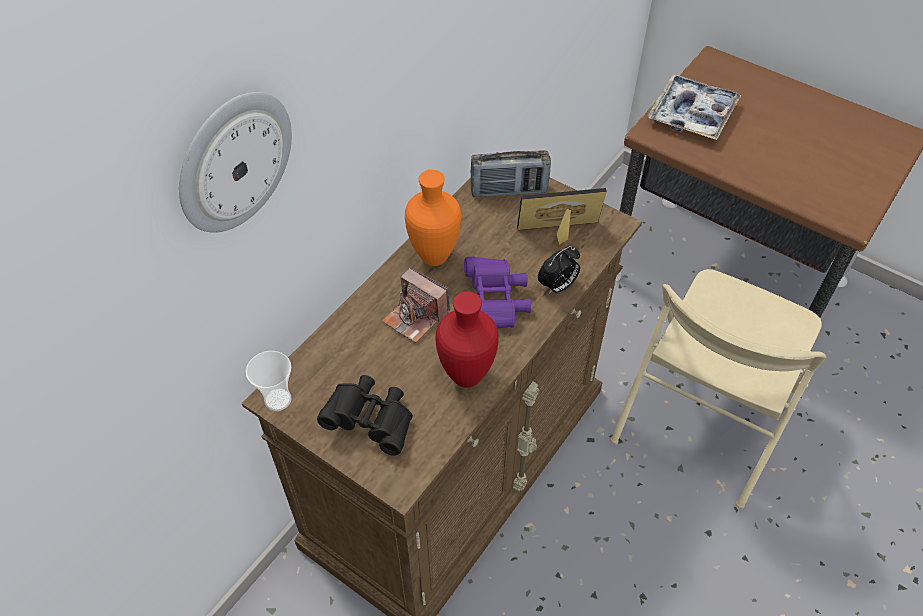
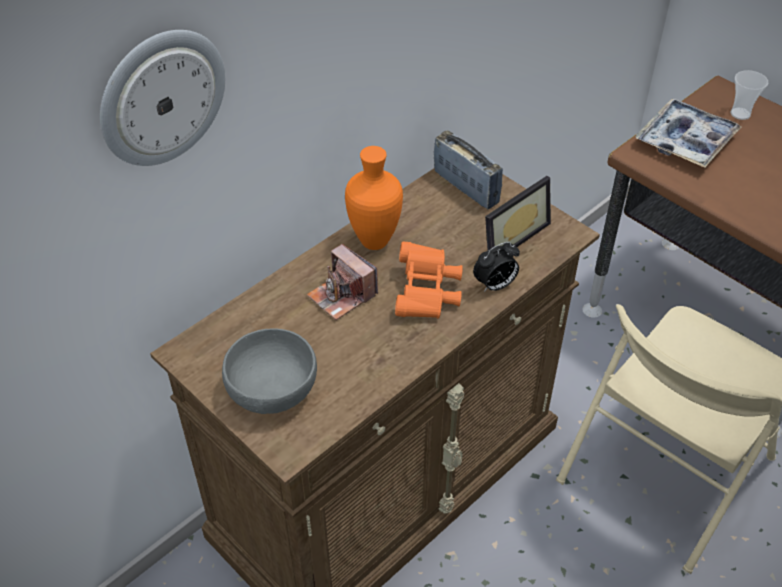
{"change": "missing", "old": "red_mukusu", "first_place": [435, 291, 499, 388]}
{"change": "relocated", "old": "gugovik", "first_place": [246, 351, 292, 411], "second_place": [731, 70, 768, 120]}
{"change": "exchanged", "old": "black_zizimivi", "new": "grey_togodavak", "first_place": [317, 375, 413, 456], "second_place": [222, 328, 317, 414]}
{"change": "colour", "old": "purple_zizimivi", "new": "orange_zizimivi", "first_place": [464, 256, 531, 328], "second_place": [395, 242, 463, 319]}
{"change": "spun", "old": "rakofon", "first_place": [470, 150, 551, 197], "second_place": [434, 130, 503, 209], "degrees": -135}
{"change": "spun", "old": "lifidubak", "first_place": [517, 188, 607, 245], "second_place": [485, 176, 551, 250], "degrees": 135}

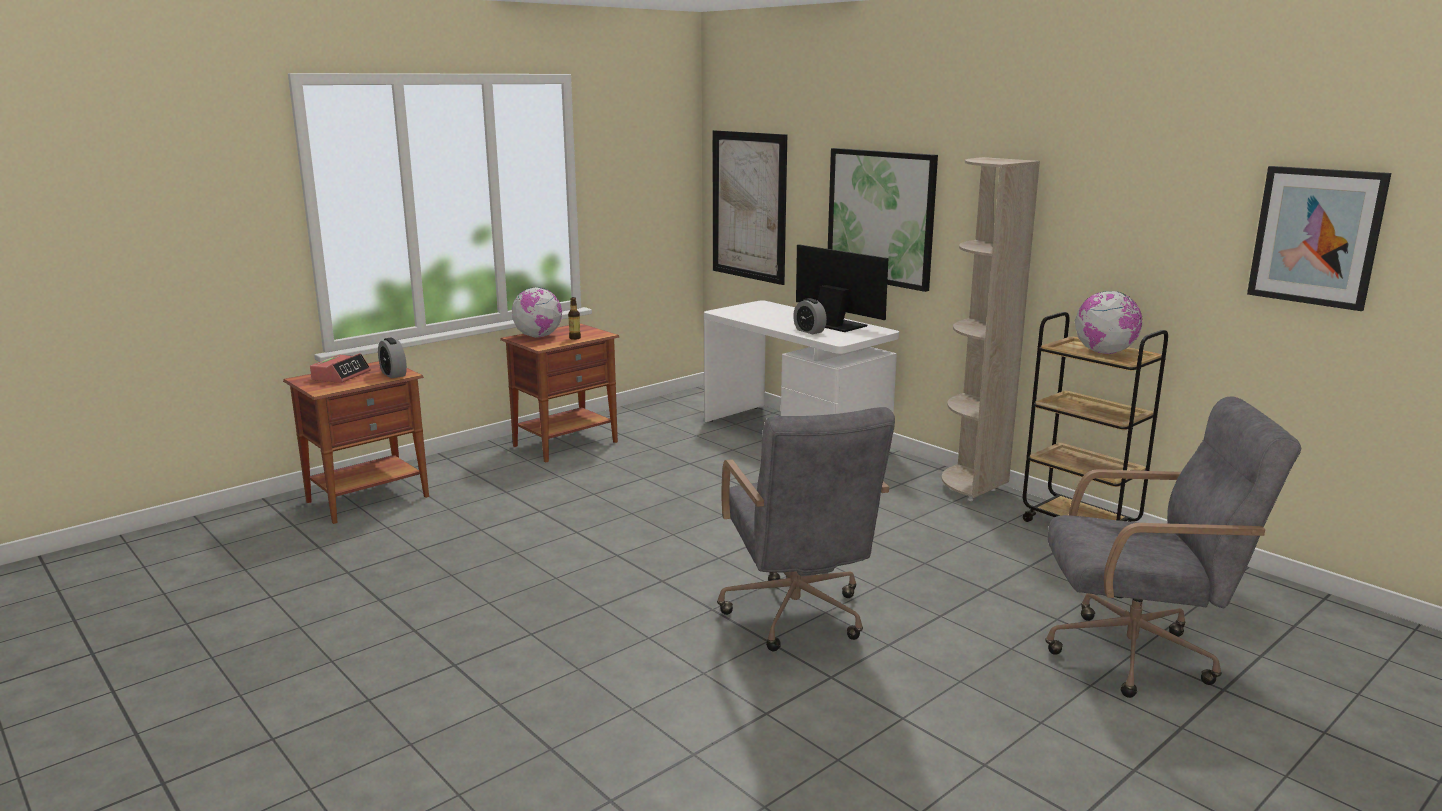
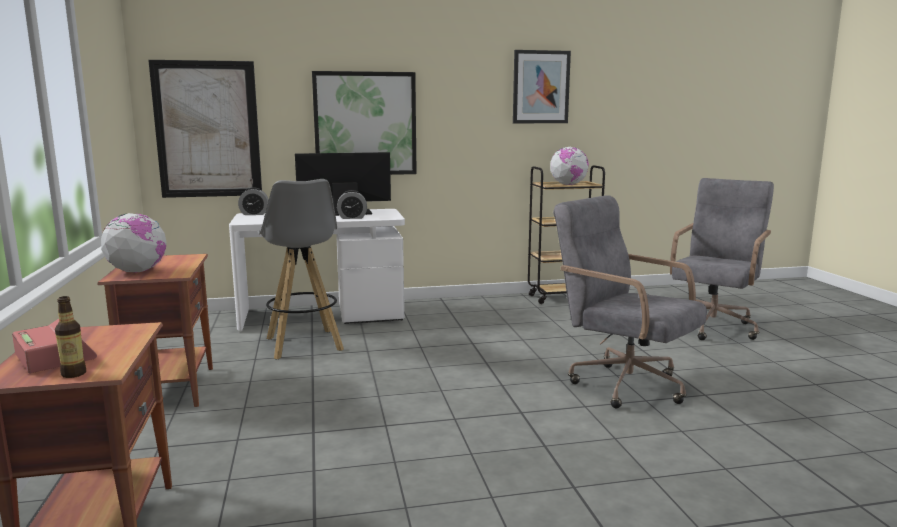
{"change": "missing", "old": "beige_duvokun", "first_place": [942, 157, 1040, 501]}
{"change": "appeared", "new": "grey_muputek", "second_place": [257, 179, 344, 359]}
{"change": "relocated", "old": "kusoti", "first_place": [378, 338, 407, 379], "second_place": [238, 187, 269, 215]}
{"change": "relocated", "old": "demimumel", "first_place": [568, 297, 581, 340], "second_place": [55, 296, 86, 378]}
{"change": "relocated", "old": "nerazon", "first_place": [1247, 166, 1391, 311], "second_place": [513, 50, 571, 123]}
{"change": "spun", "old": "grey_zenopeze", "first_place": [717, 407, 895, 651], "second_place": [553, 195, 707, 408], "degrees": -150}

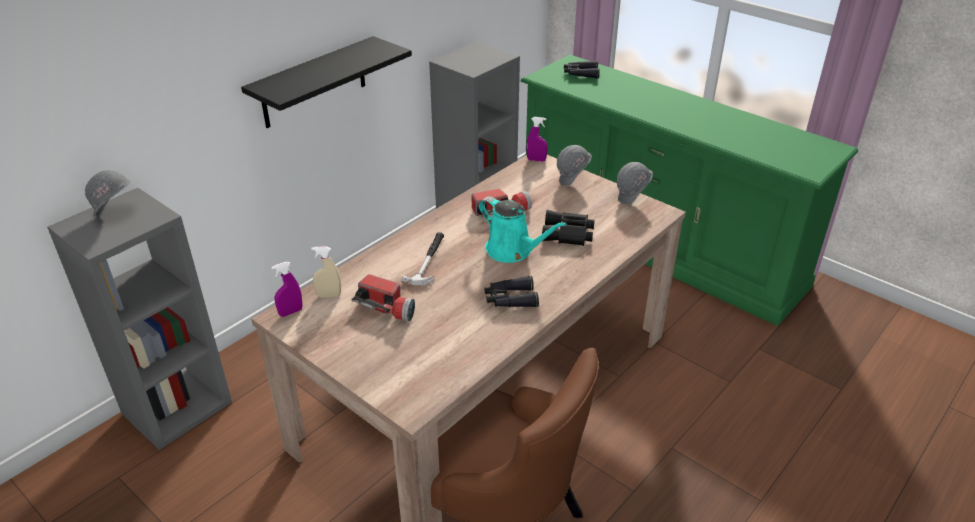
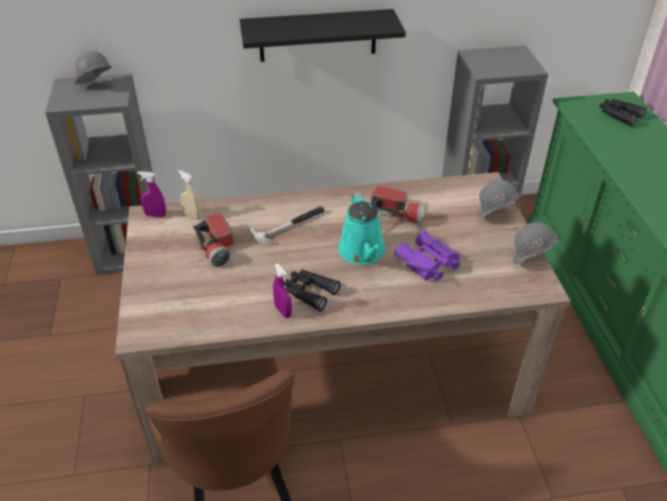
{"change": "relocated", "old": "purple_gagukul", "first_place": [527, 117, 548, 162], "second_place": [273, 264, 292, 318]}
{"change": "colour", "old": "black_zizimivi", "new": "purple_zizimivi", "first_place": [542, 210, 595, 246], "second_place": [395, 231, 460, 281]}

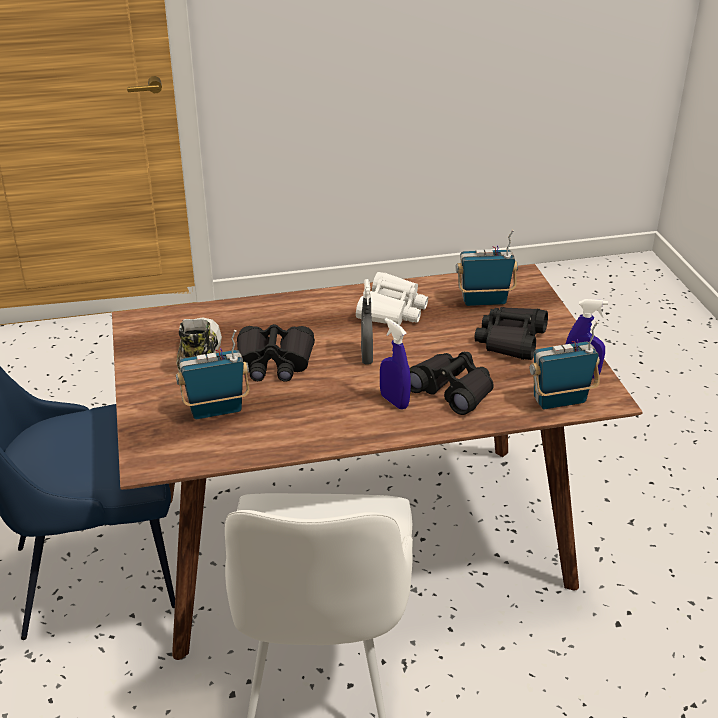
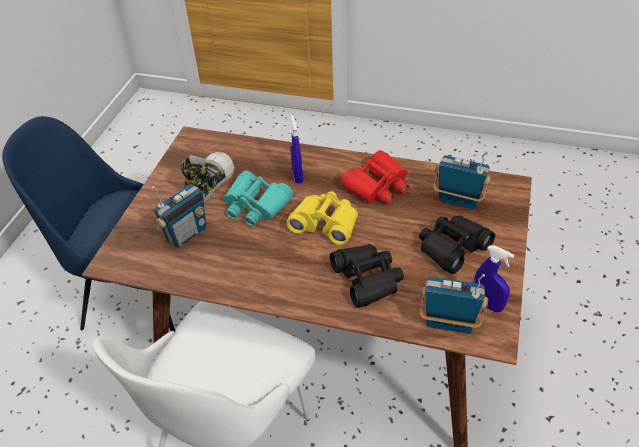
{"change": "relocated", "old": "blue_gagukul", "first_place": [380, 318, 411, 410], "second_place": [290, 115, 303, 184]}
{"change": "exchanged", "old": "grey_gagukul", "new": "yellow_zizimivi", "first_place": [361, 279, 373, 365], "second_place": [286, 191, 358, 245]}
{"change": "colour", "old": "black_zizimivi", "new": "turquoise_zizimivi", "first_place": [237, 324, 315, 382], "second_place": [224, 171, 293, 226]}
{"change": "colour", "old": "white_zizimivi", "new": "red_zizimivi", "first_place": [356, 272, 428, 325], "second_place": [341, 150, 409, 205]}
{"change": "spun", "old": "rakofon", "first_place": [176, 330, 249, 419], "second_place": [152, 184, 206, 248], "degrees": 120}

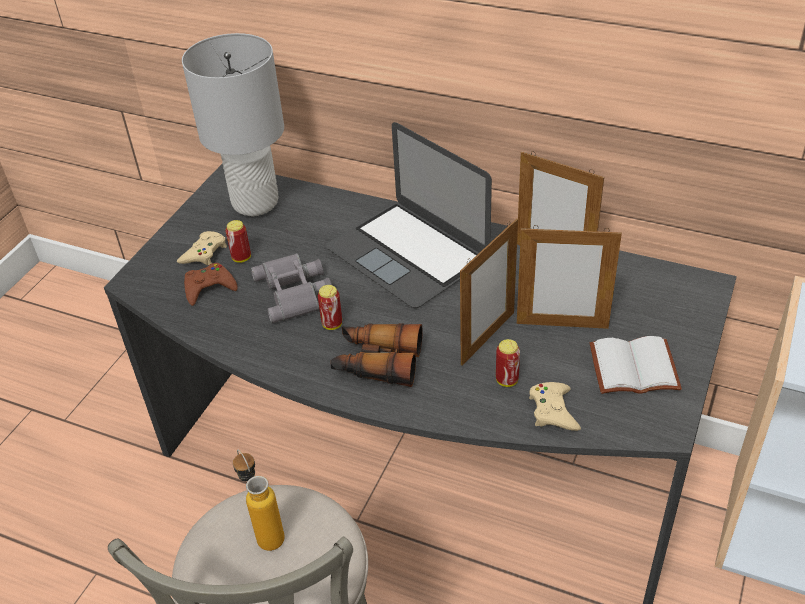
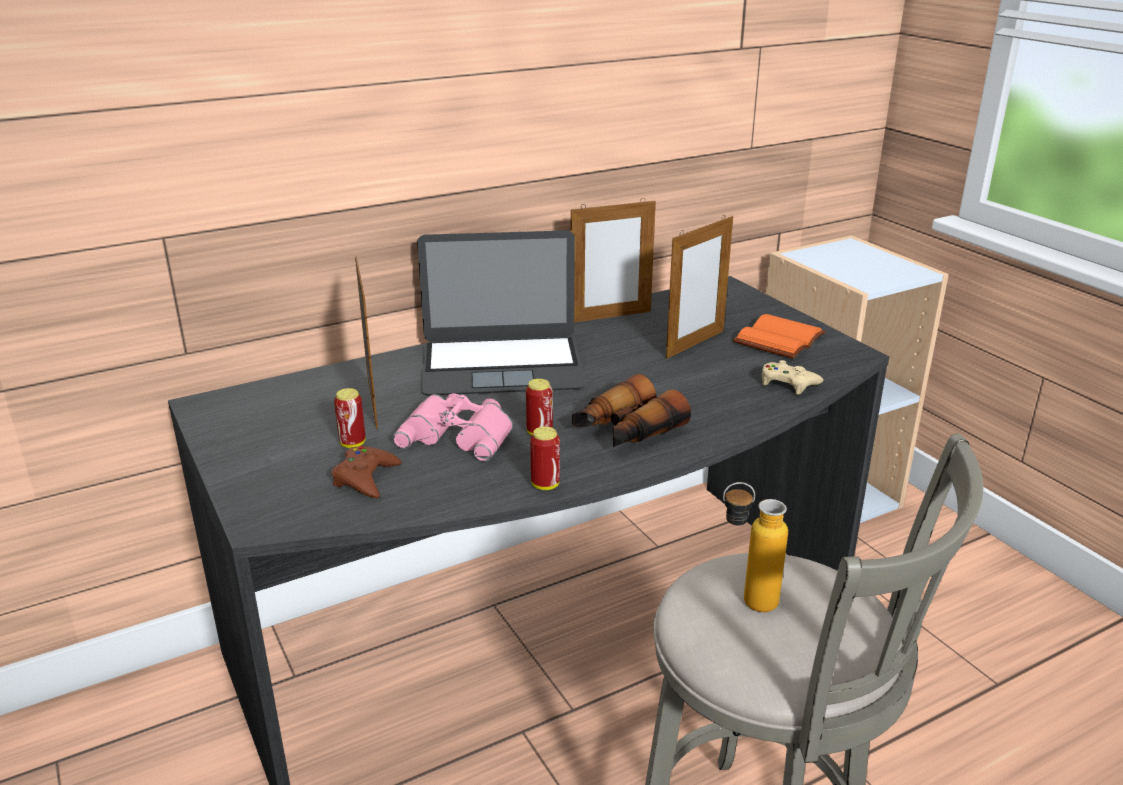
{"change": "missing", "old": "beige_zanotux", "first_place": [177, 231, 227, 265]}
{"change": "missing", "old": "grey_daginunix", "first_place": [182, 33, 284, 217]}
{"change": "relocated", "old": "lifidubak", "first_place": [460, 219, 518, 366], "second_place": [355, 257, 378, 429]}
{"change": "relocated", "old": "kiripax", "first_place": [496, 339, 520, 387], "second_place": [530, 426, 560, 490]}
{"change": "colour", "old": "grey_zizimivi", "new": "pink_zizimivi", "first_place": [251, 254, 332, 323], "second_place": [393, 393, 513, 462]}
{"change": "colour", "old": "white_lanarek", "new": "orange_lanarek", "first_place": [590, 336, 682, 394], "second_place": [733, 314, 826, 359]}

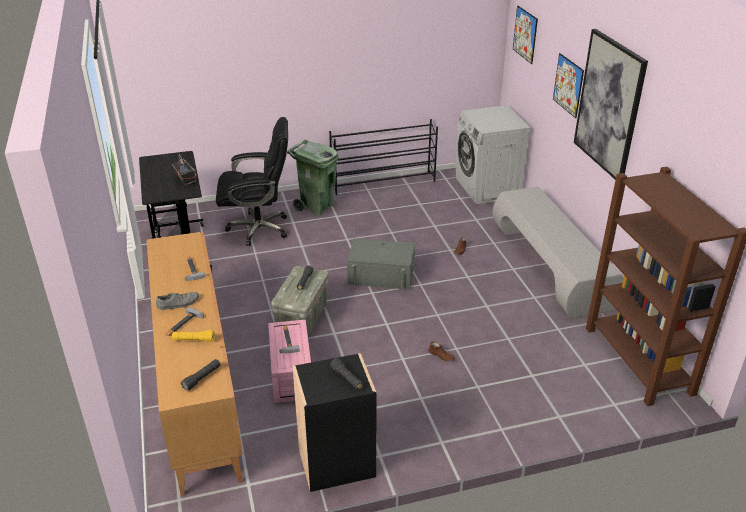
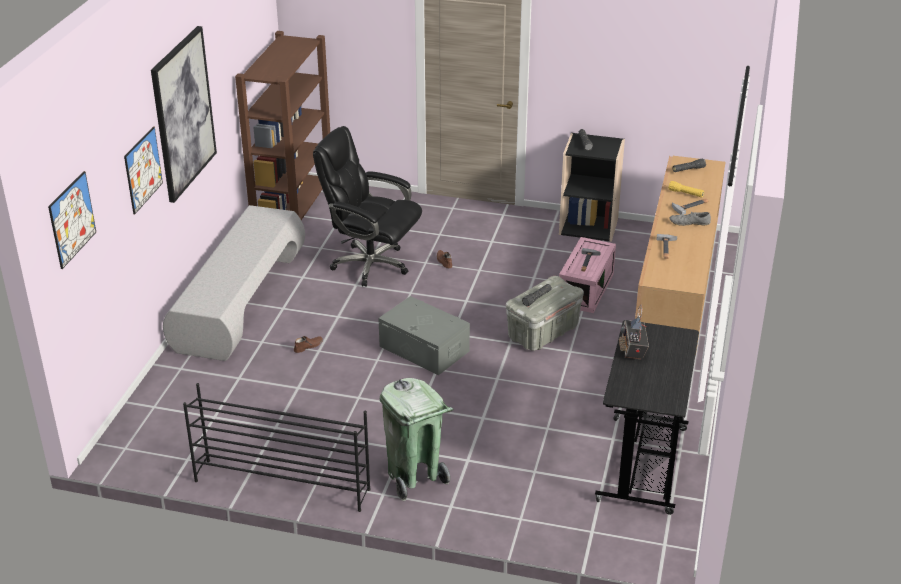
{"change": "missing", "old": "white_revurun", "first_place": [456, 105, 531, 204]}
{"change": "relocated", "old": "black_zenopeze", "first_place": [216, 117, 288, 246], "second_place": [313, 126, 422, 287]}

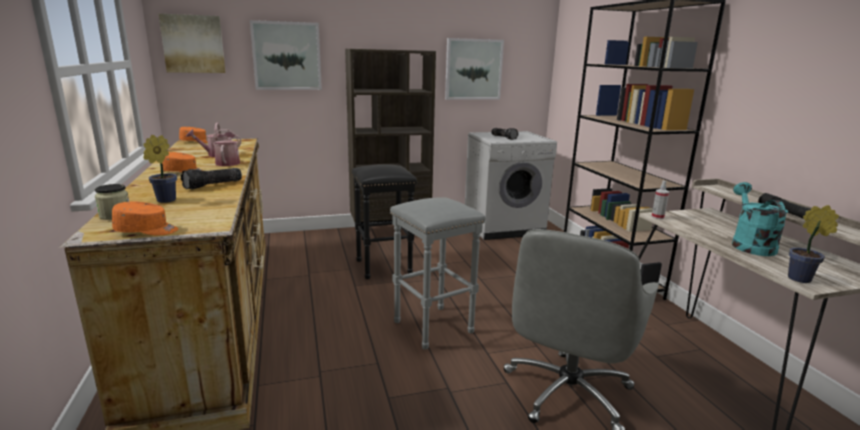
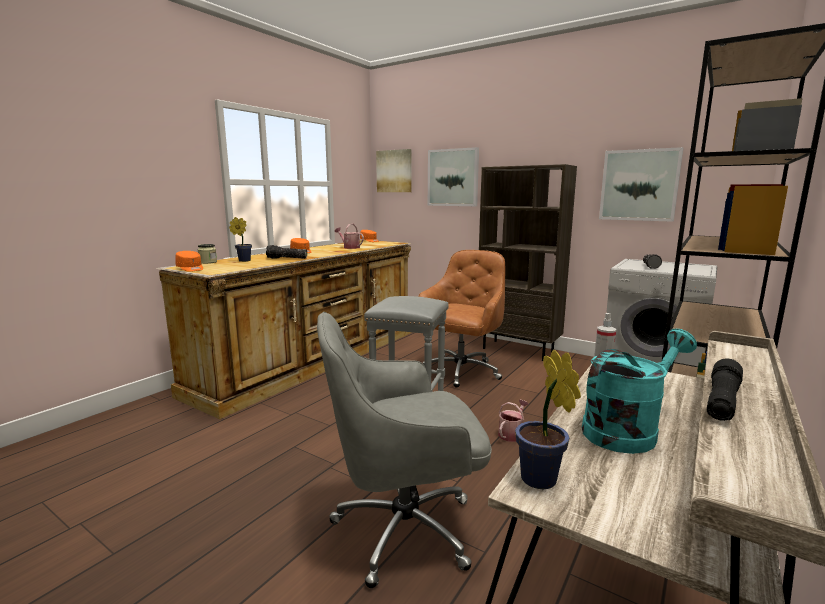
{"change": "relocated", "old": "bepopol", "first_place": [212, 129, 240, 166], "second_place": [498, 400, 529, 442]}
{"change": "exchanged", "old": "black_muputek", "new": "brown_zenopeze", "first_place": [352, 164, 417, 279], "second_place": [418, 250, 505, 388]}

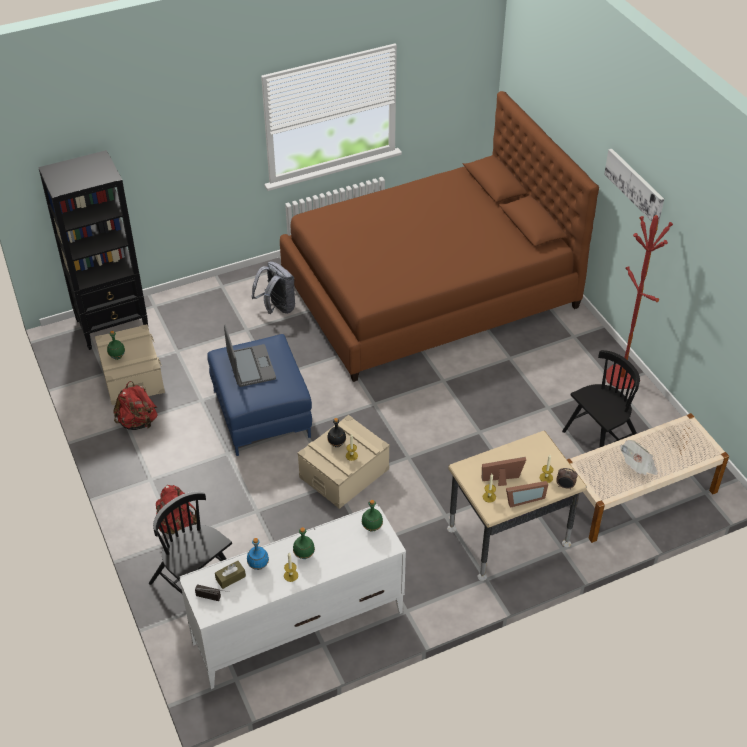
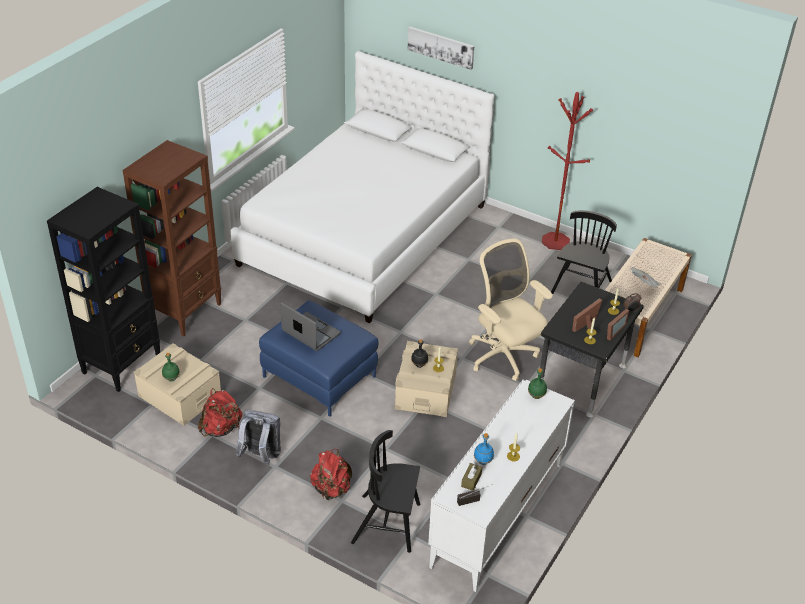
{"change": "missing", "old": "green_demimumel", "first_place": [293, 527, 315, 559]}
{"change": "appeared", "new": "brown_duvokun", "second_place": [123, 140, 222, 337]}
{"change": "appeared", "new": "beige_zenopeze", "second_place": [469, 239, 553, 381]}
{"change": "relocated", "old": "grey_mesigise", "first_place": [251, 261, 295, 314], "second_place": [236, 410, 281, 466]}
{"change": "relocated", "old": "nerazon", "first_place": [604, 149, 664, 224], "second_place": [408, 27, 474, 70]}
{"change": "colour", "old": "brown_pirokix", "new": "white_pirokix", "first_place": [280, 91, 599, 382], "second_place": [231, 51, 495, 323]}
{"change": "colour", "old": "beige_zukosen", "new": "black_zukosen", "first_place": [447, 431, 587, 581], "second_place": [540, 282, 644, 417]}

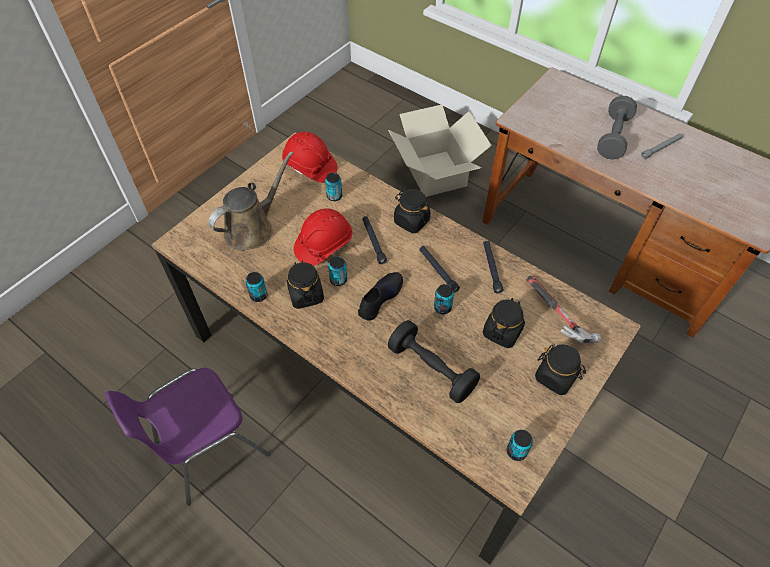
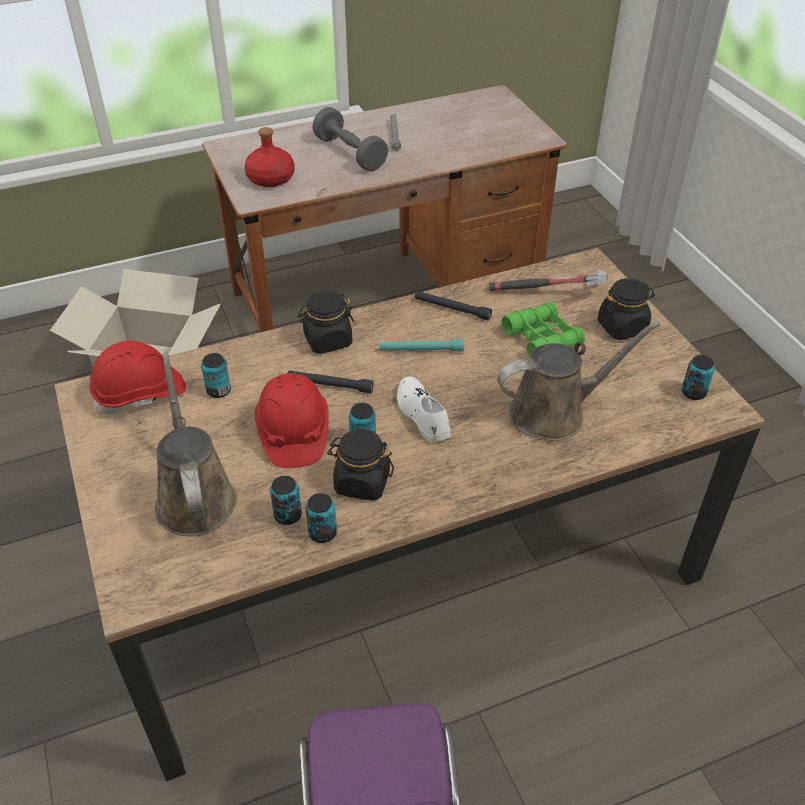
{"change": "appeared", "new": "red_demimumel", "second_place": [244, 127, 295, 187]}
{"change": "relocated", "old": "kiripax", "first_place": [434, 284, 454, 314], "second_place": [270, 476, 302, 525]}
{"change": "exchanged", "old": "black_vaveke", "new": "brown_bepopol", "first_place": [388, 320, 480, 403], "second_place": [497, 322, 660, 441]}
{"change": "exchanged", "old": "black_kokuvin", "new": "green_zizimivi", "first_place": [483, 298, 525, 348], "second_place": [501, 302, 585, 357]}
{"change": "colour", "old": "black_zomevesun", "new": "white_zomevesun", "first_place": [358, 272, 403, 321], "second_place": [397, 376, 451, 443]}
{"change": "colour", "old": "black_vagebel", "new": "turquoise_vagebel", "first_place": [419, 246, 460, 293], "second_place": [380, 339, 464, 352]}

